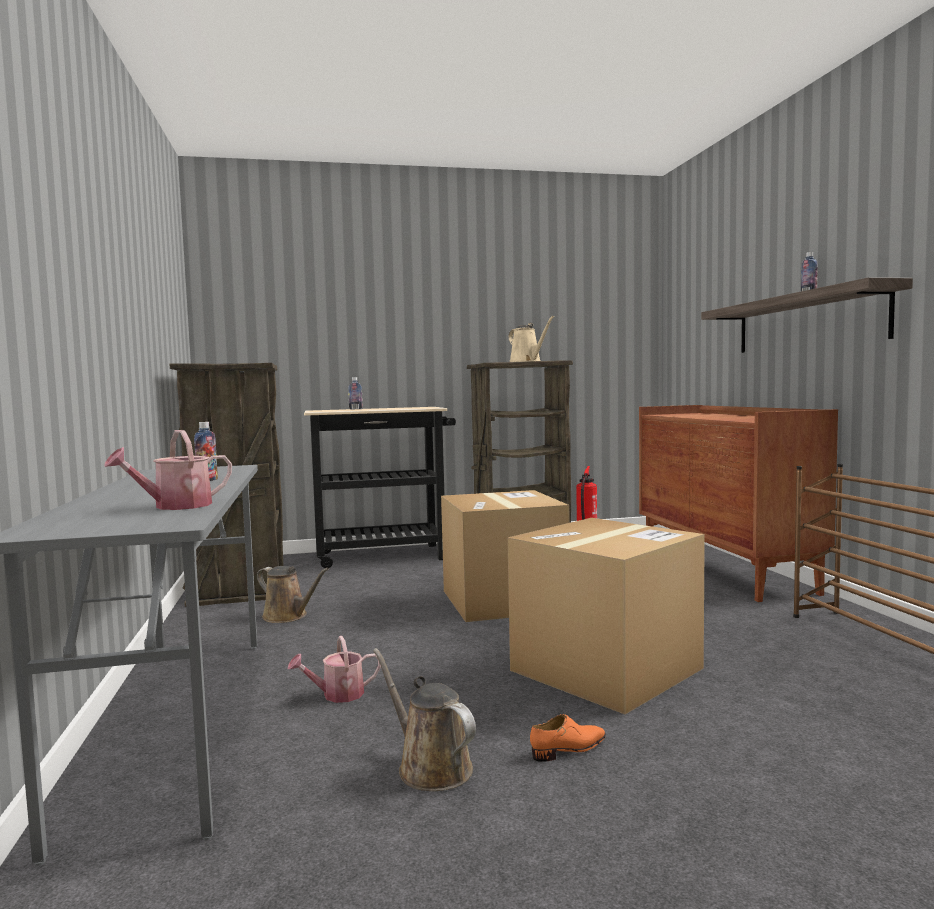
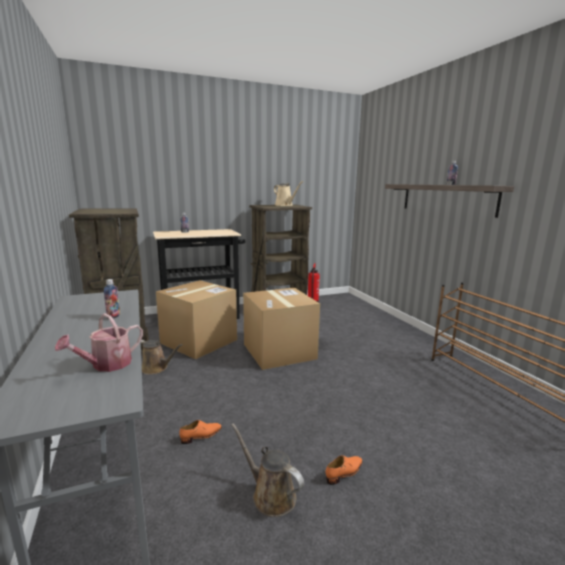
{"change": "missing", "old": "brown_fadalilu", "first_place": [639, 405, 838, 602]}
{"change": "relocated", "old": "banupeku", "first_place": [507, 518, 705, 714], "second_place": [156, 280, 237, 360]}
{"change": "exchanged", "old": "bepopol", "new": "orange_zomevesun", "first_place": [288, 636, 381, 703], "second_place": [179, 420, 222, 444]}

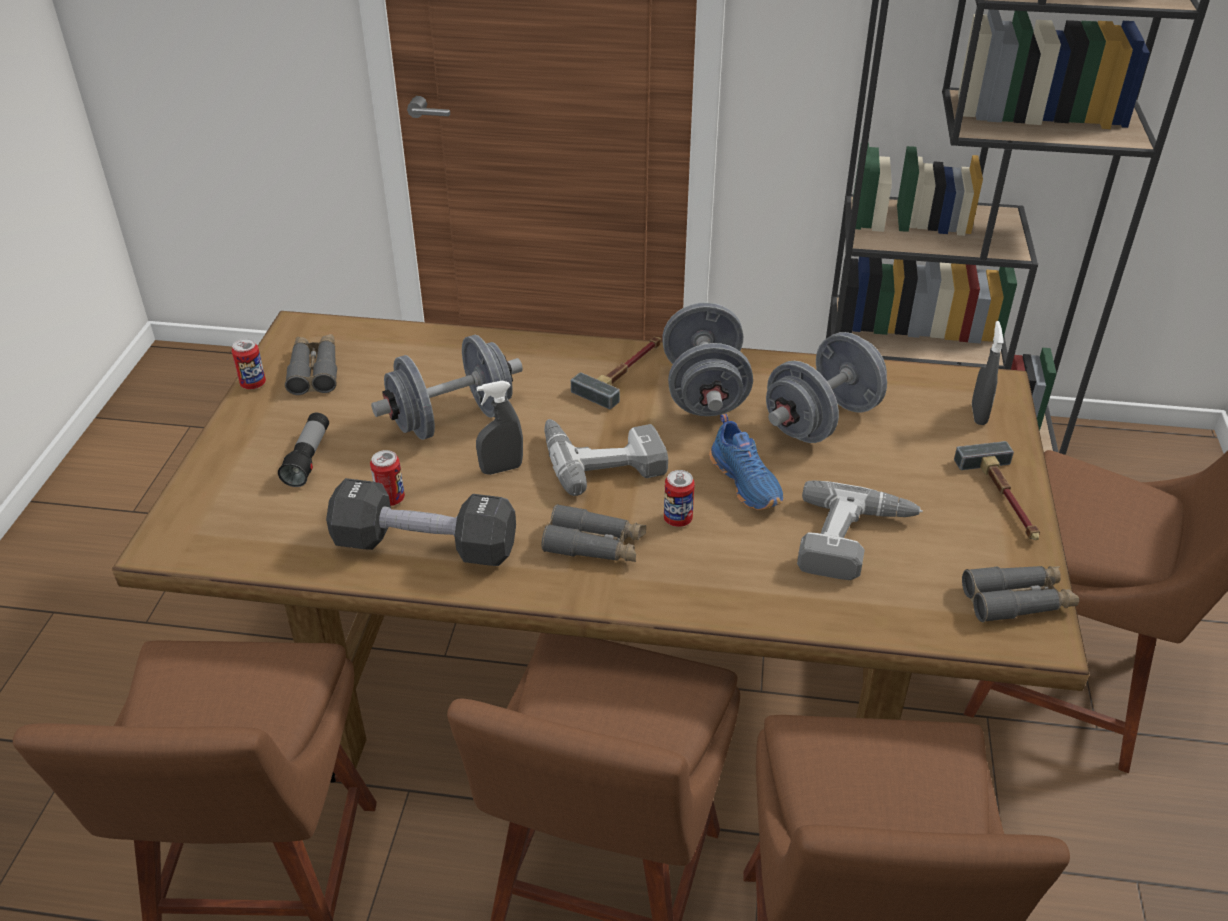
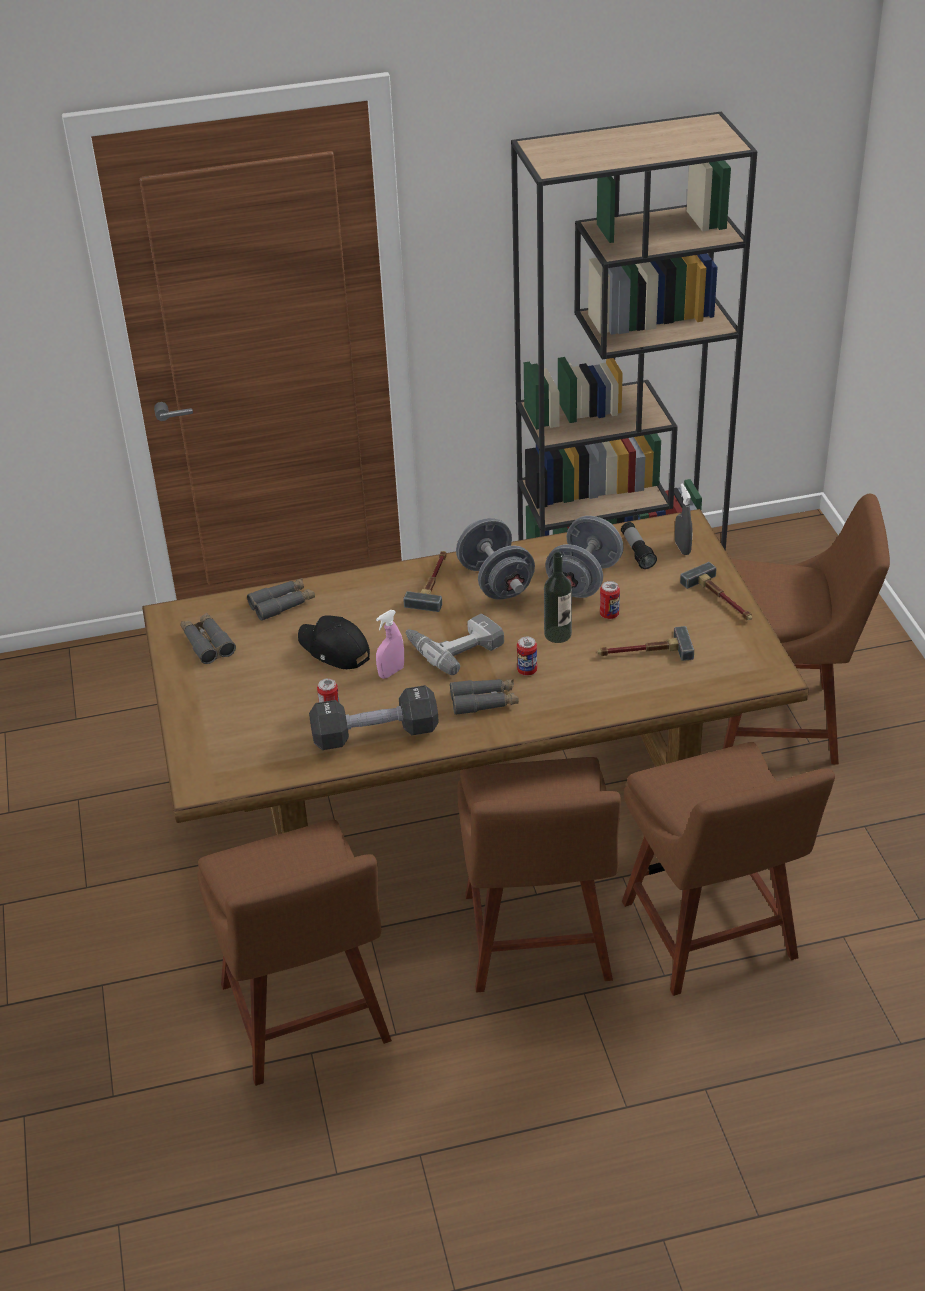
{"change": "relocated", "old": "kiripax", "first_place": [232, 339, 266, 389], "second_place": [600, 581, 620, 619]}
{"change": "relocated", "old": "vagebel", "first_place": [278, 413, 329, 487], "second_place": [621, 522, 657, 569]}
{"change": "relocated", "old": "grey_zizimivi", "first_place": [962, 566, 1079, 623], "second_place": [247, 578, 315, 621]}
{"change": "exchanged", "old": "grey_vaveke", "new": "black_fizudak", "first_place": [371, 335, 523, 440], "second_place": [298, 615, 370, 669]}
{"change": "exchanged", "old": "blue_zomevesun", "new": "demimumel", "first_place": [709, 414, 783, 510], "second_place": [544, 552, 572, 643]}
{"change": "exchanged", "old": "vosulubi", "new": "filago", "first_place": [797, 481, 923, 580], "second_place": [597, 626, 694, 661]}
{"change": "colour", "old": "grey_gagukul", "new": "pink_gagukul", "first_place": [476, 381, 523, 475], "second_place": [376, 610, 404, 679]}

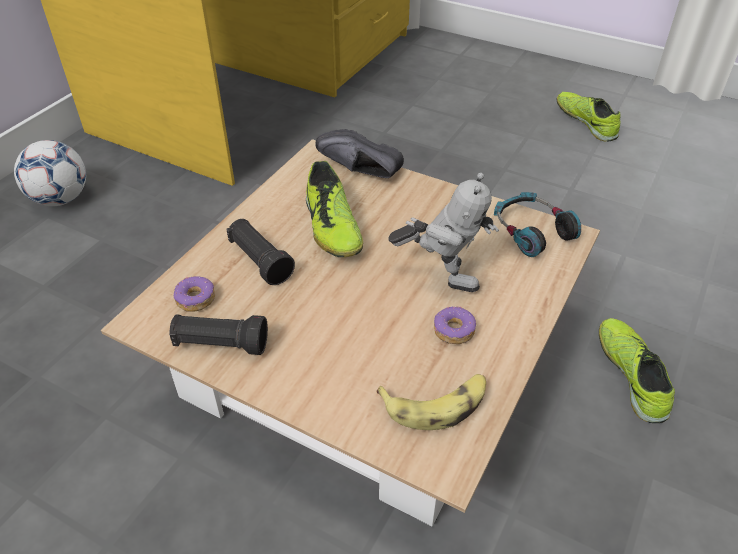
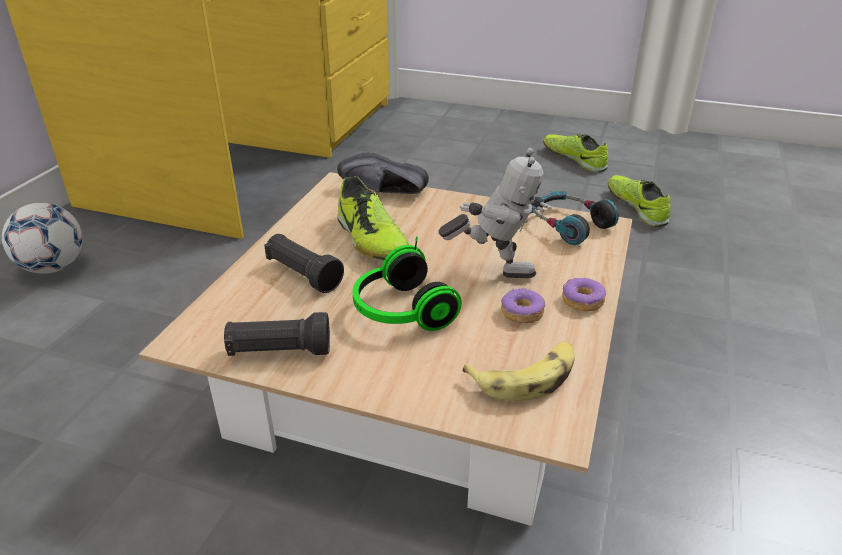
{"change": "appeared", "new": "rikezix", "second_place": [353, 236, 462, 331]}
{"change": "relocated", "old": "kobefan", "first_place": [174, 276, 215, 311], "second_place": [562, 278, 606, 312]}
{"change": "relocated", "old": "zomevesun", "first_place": [599, 318, 675, 423], "second_place": [608, 175, 670, 227]}

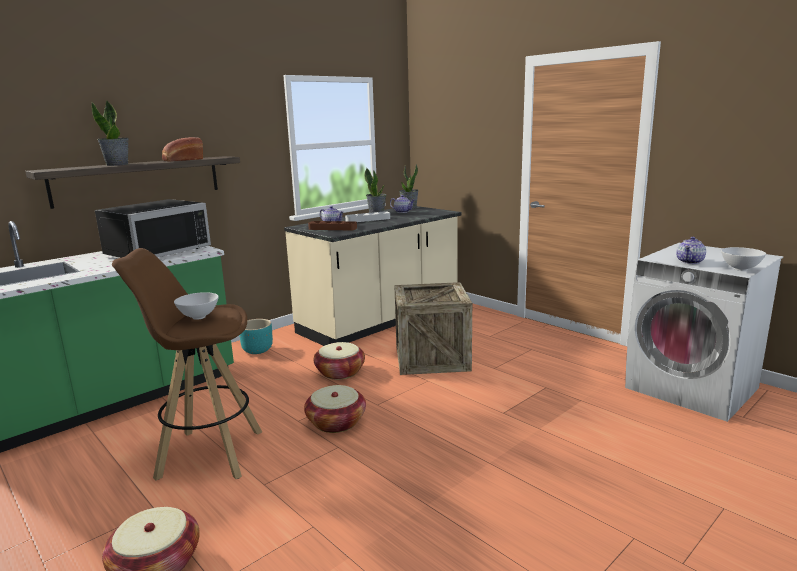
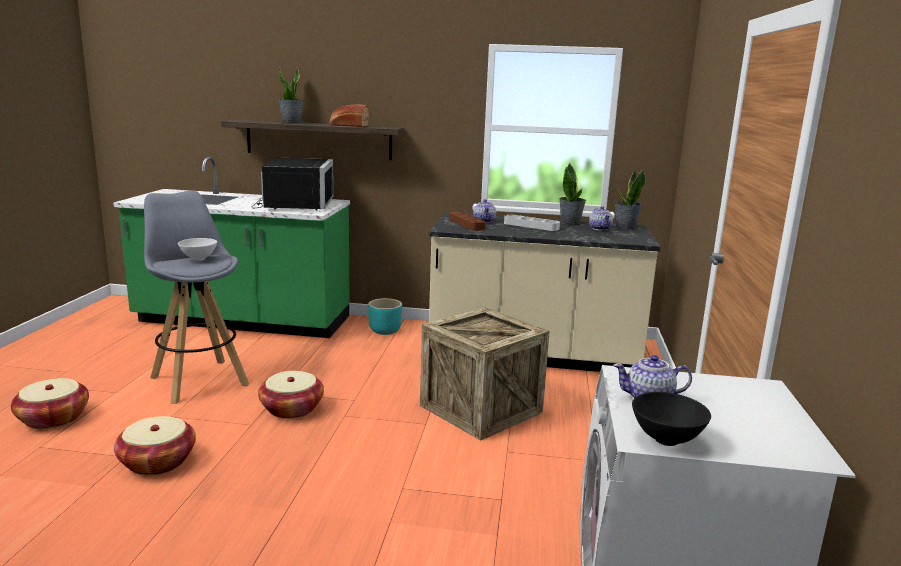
{"change": "relocated", "old": "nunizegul", "first_place": [313, 342, 365, 380], "second_place": [114, 416, 196, 476]}
{"change": "colour", "old": "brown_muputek", "new": "grey_muputek", "first_place": [112, 248, 262, 481], "second_place": [144, 191, 249, 404]}
{"change": "colour", "old": "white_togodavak", "new": "black_togodavak", "first_place": [721, 247, 766, 271], "second_place": [632, 392, 711, 446]}
{"change": "spun", "old": "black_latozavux", "first_place": [95, 199, 211, 258], "second_place": [252, 158, 333, 210], "degrees": -90}

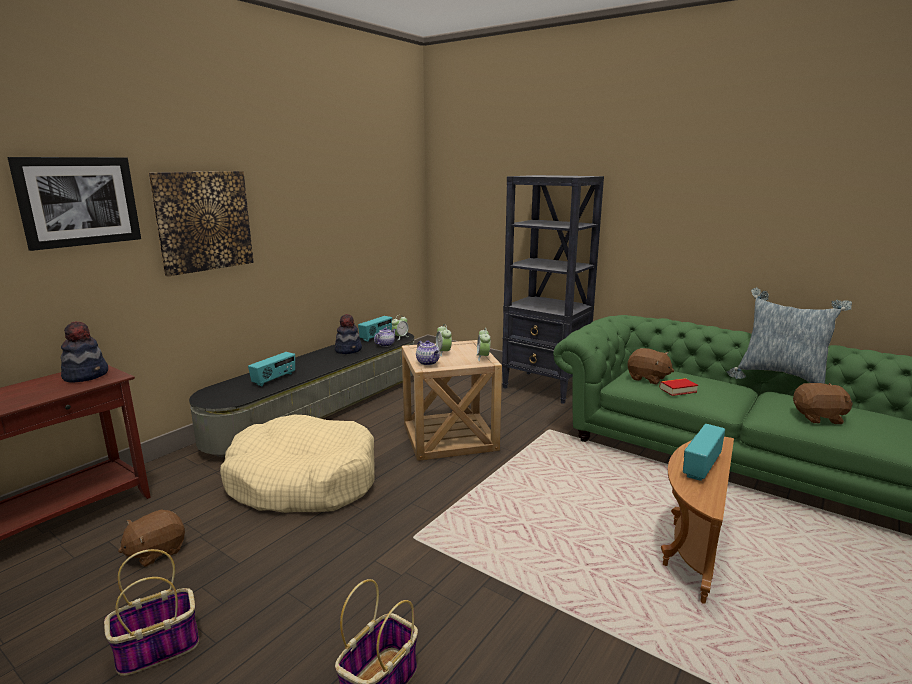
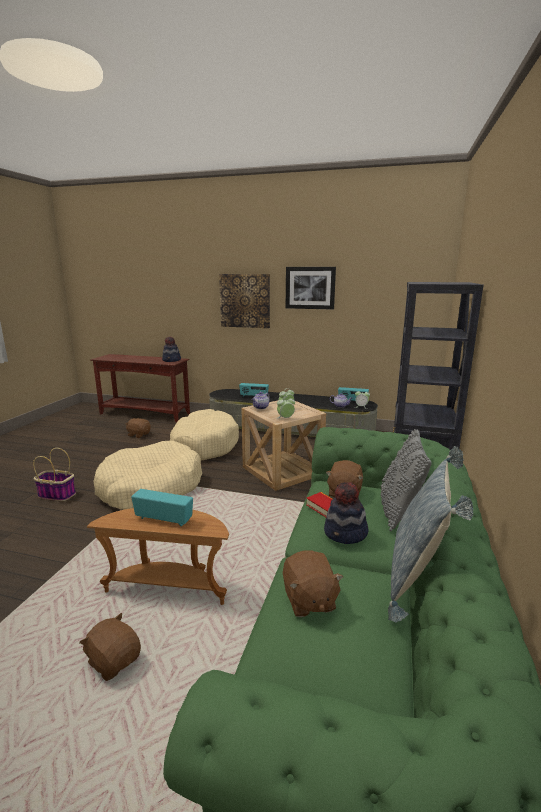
{"change": "missing", "old": "nunizegul", "first_place": [104, 549, 199, 676]}
{"change": "appeared", "new": "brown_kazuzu", "second_place": [79, 613, 141, 681]}
{"change": "appeared", "new": "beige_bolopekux", "second_place": [93, 441, 202, 510]}
{"change": "appeared", "new": "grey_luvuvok", "second_place": [381, 429, 432, 531]}
{"change": "relocated", "old": "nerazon", "first_place": [7, 157, 141, 251], "second_place": [286, 267, 336, 310]}
{"change": "relocated", "old": "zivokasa", "first_place": [335, 314, 362, 354], "second_place": [324, 482, 368, 544]}

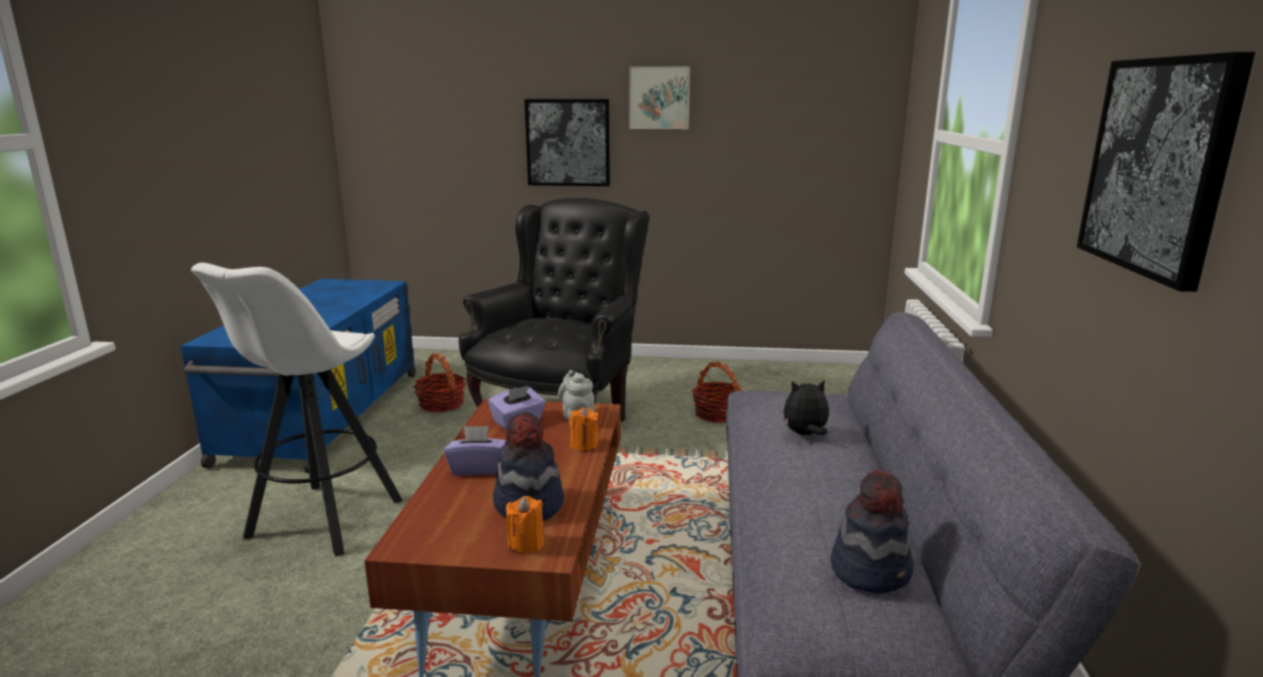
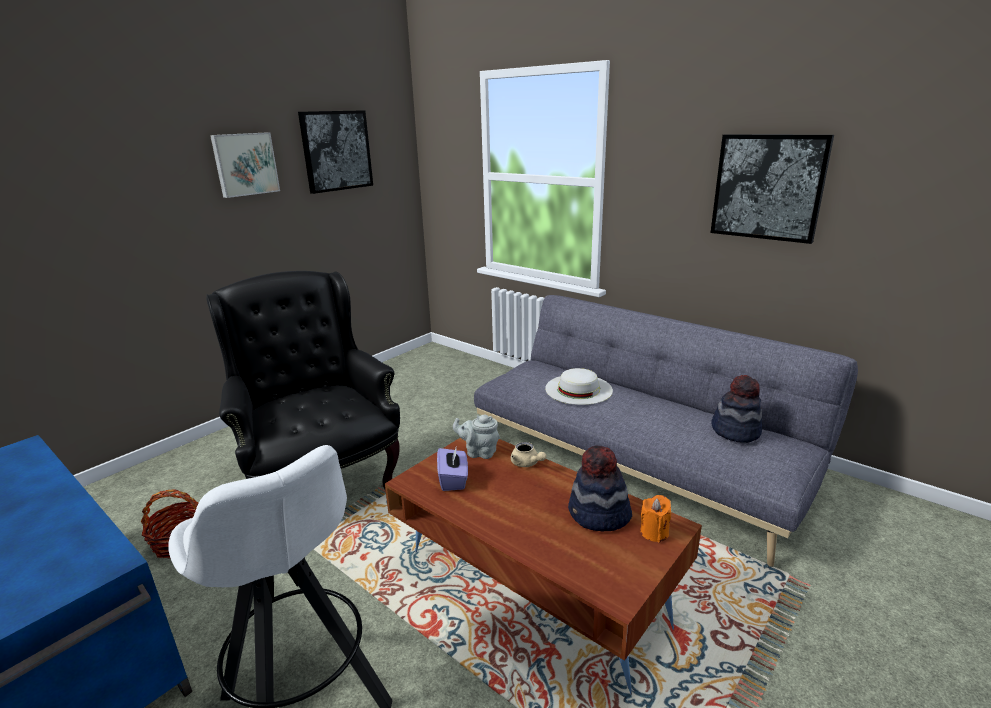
{"change": "missing", "old": "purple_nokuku", "first_place": [444, 426, 506, 476]}
{"change": "missing", "old": "nunizegul", "first_place": [692, 362, 743, 423]}
{"change": "relocated", "old": "nerazon", "first_place": [525, 99, 610, 186], "second_place": [298, 110, 373, 194]}
{"change": "exchanged", "old": "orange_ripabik", "new": "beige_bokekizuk", "first_place": [569, 407, 599, 451], "second_place": [511, 442, 547, 467]}
{"change": "exchanged", "old": "kazuzu", "new": "white_zivokasa", "first_place": [784, 379, 829, 435], "second_place": [545, 368, 613, 405]}

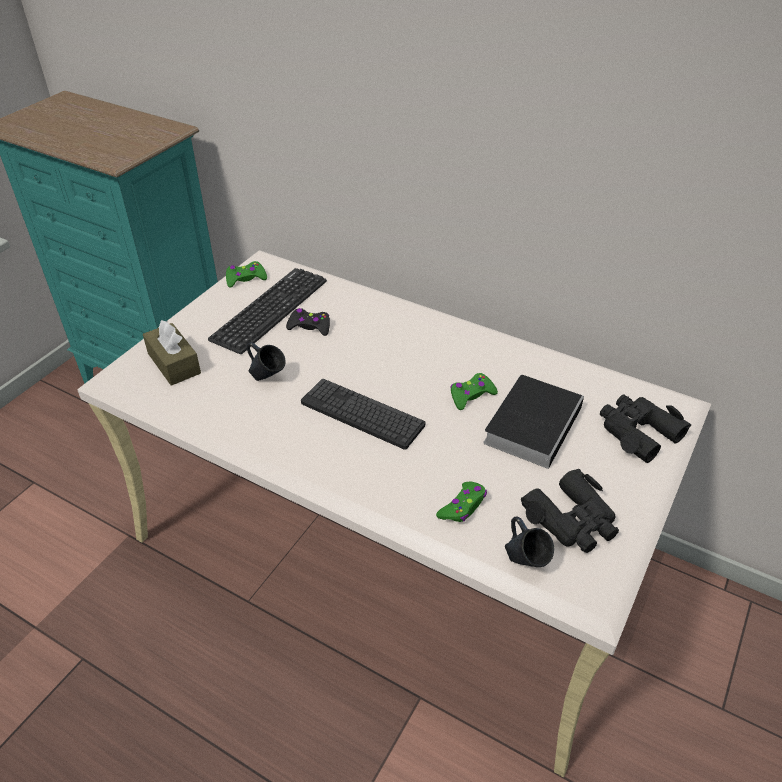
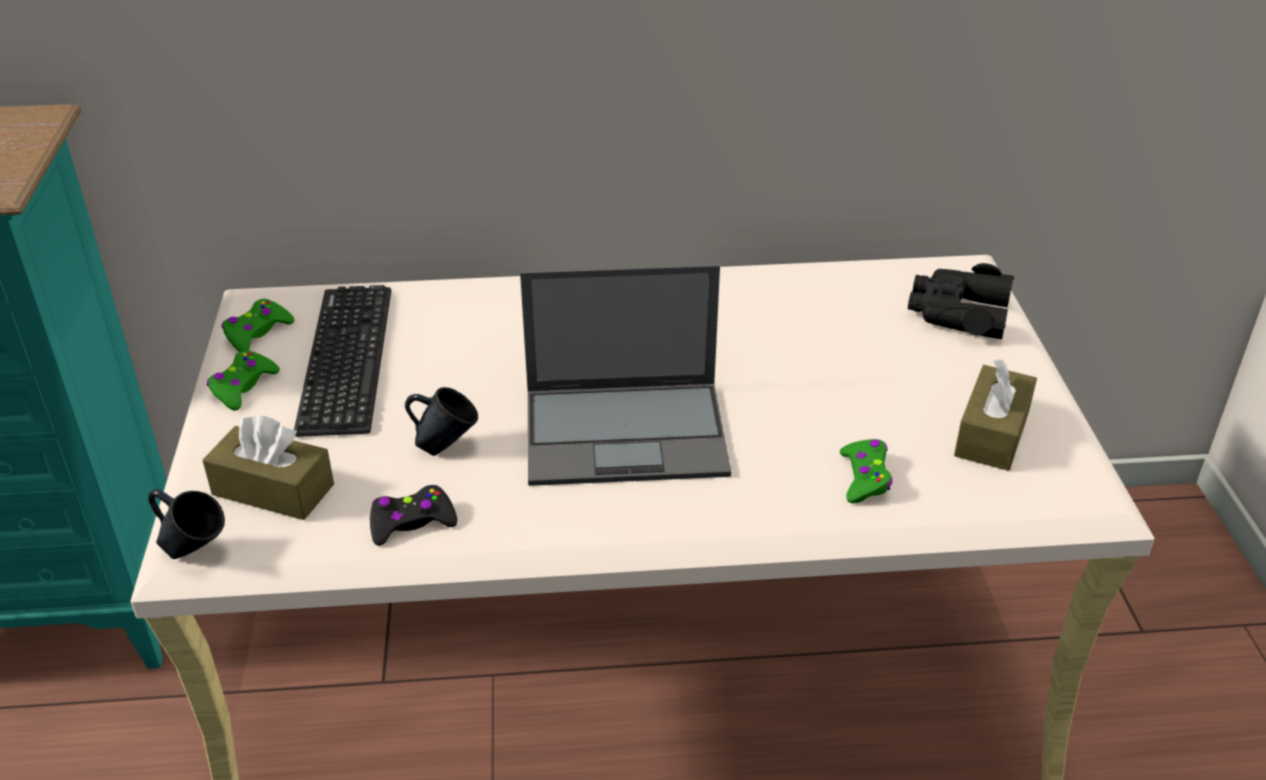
{"change": "missing", "old": "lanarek", "first_place": [483, 375, 584, 469]}
{"change": "relocated", "old": "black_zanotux", "first_place": [286, 308, 330, 336], "second_place": [370, 485, 458, 546]}
{"change": "relocated", "old": "green_zanotux", "first_place": [450, 373, 498, 410], "second_place": [207, 350, 280, 411]}
{"change": "relocated", "old": "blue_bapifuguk", "first_place": [505, 516, 554, 567], "second_place": [148, 489, 225, 559]}
{"change": "exchanged", "old": "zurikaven", "new": "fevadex", "first_place": [301, 379, 425, 450], "second_place": [520, 264, 731, 486]}
{"change": "exchanged", "old": "black_zizimivi", "new": "brown_nokuku", "first_place": [521, 469, 619, 553], "second_place": [954, 359, 1037, 471]}

